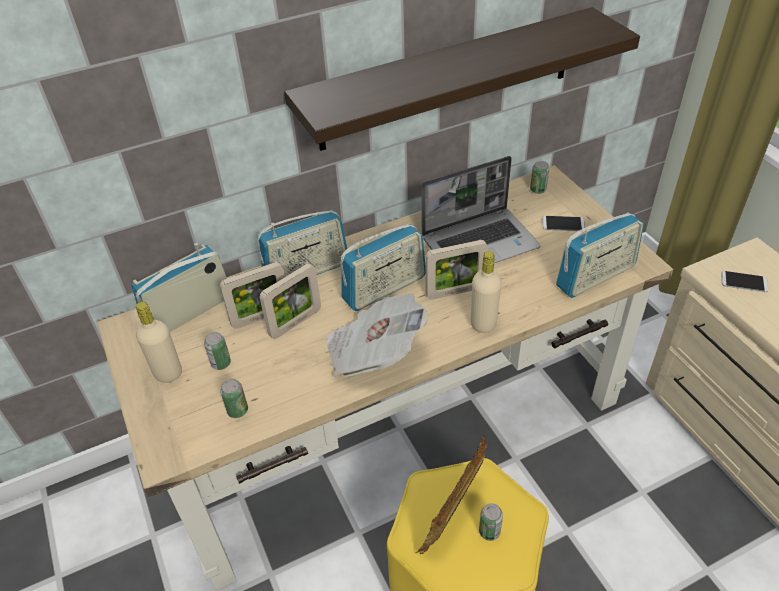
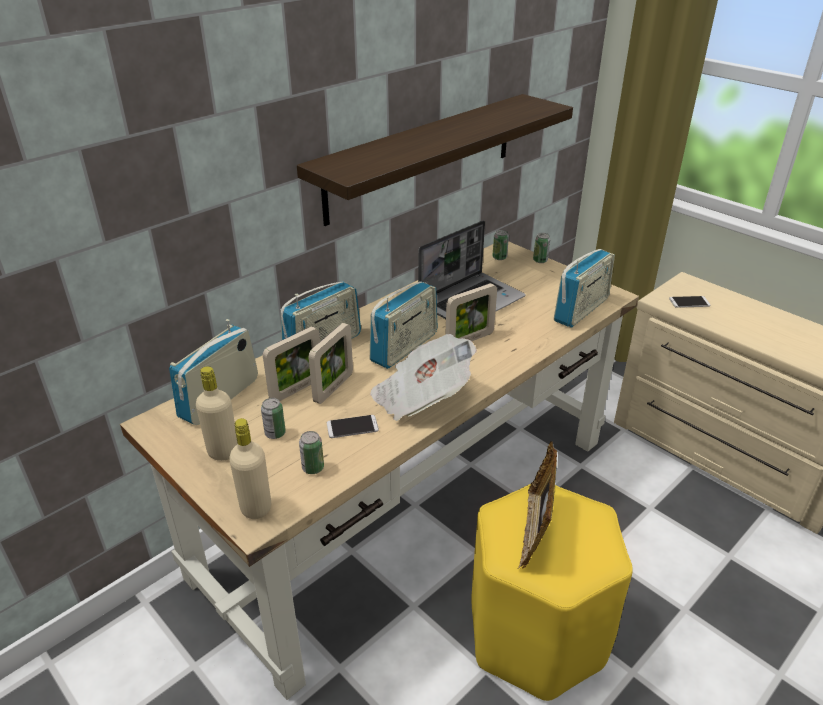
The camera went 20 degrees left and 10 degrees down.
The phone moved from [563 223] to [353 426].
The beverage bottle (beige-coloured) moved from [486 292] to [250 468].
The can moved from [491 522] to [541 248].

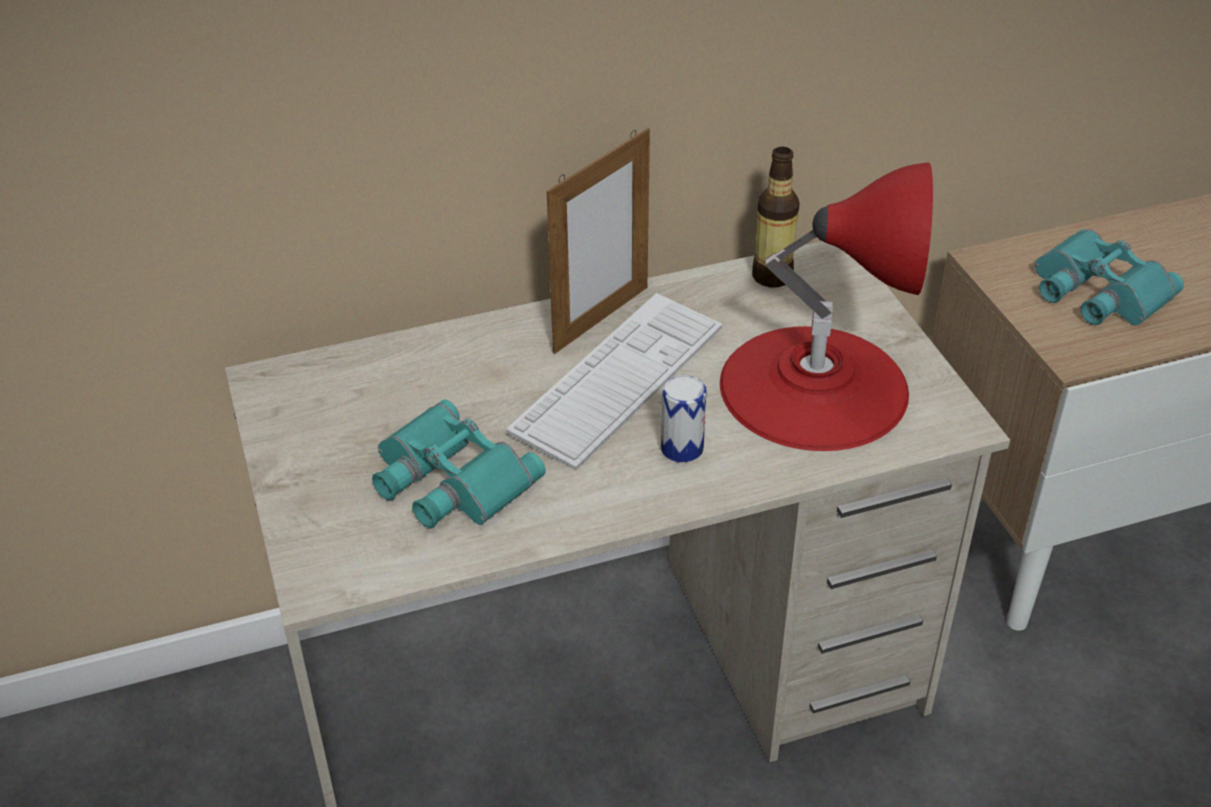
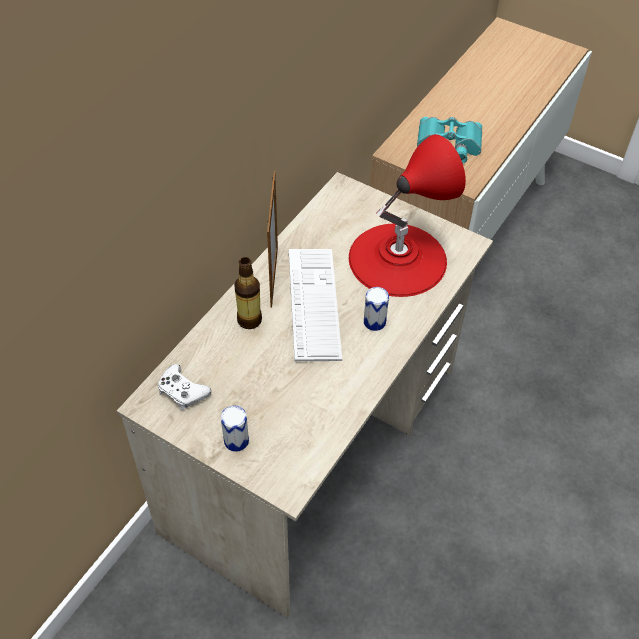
The camera went 40 degrees left and 10 degrees up.
The beverage bottle moved from [776 217] to [248 293].
The binoculars (blue-green) at [459 464] disappeared.
The joypad (white-coloured) at [184 387] appeared.
The can at [235 428] appeared.

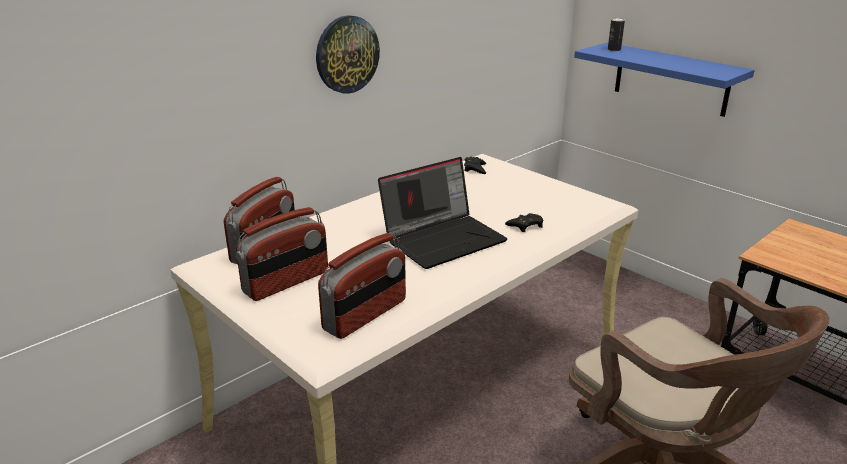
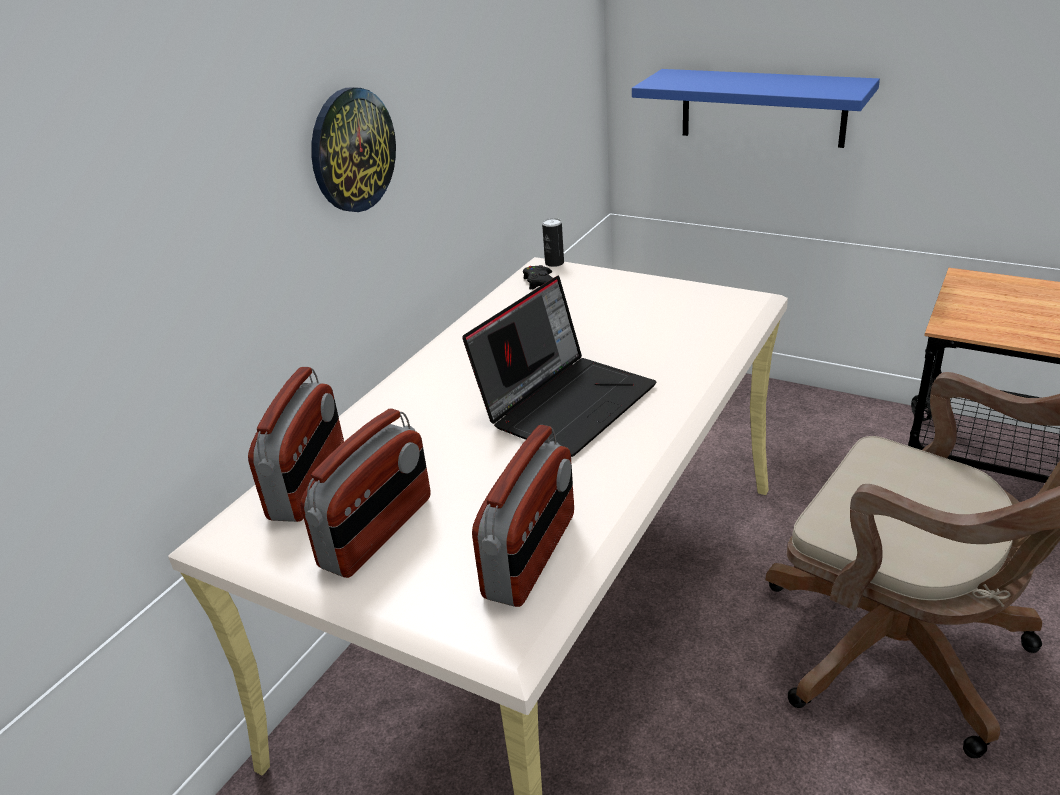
The camera went 15 degrees left and 5 degrees up.
The can moved from [616 34] to [553 242].
The joypad (blackish) at [524 222] disappeared.

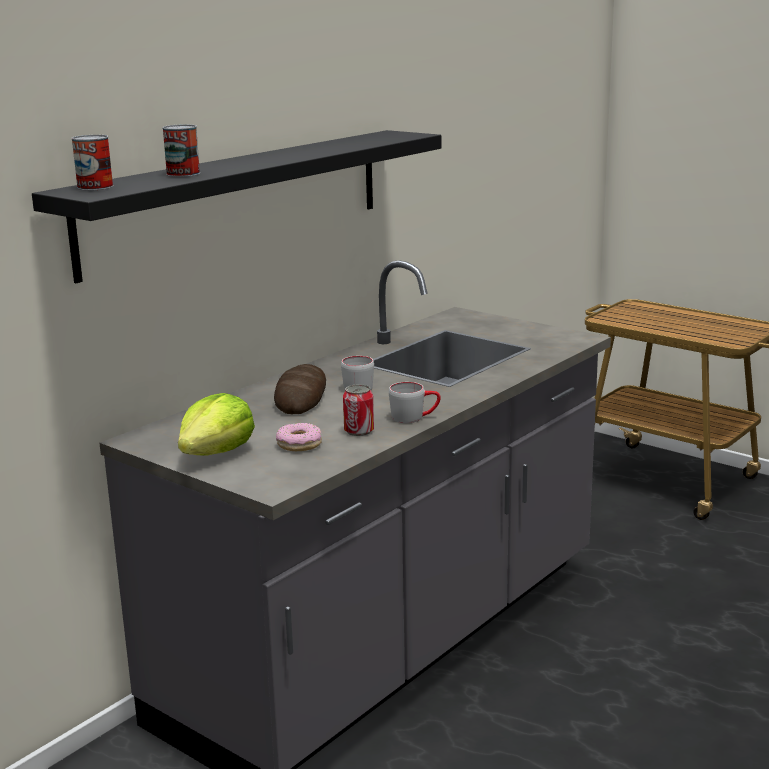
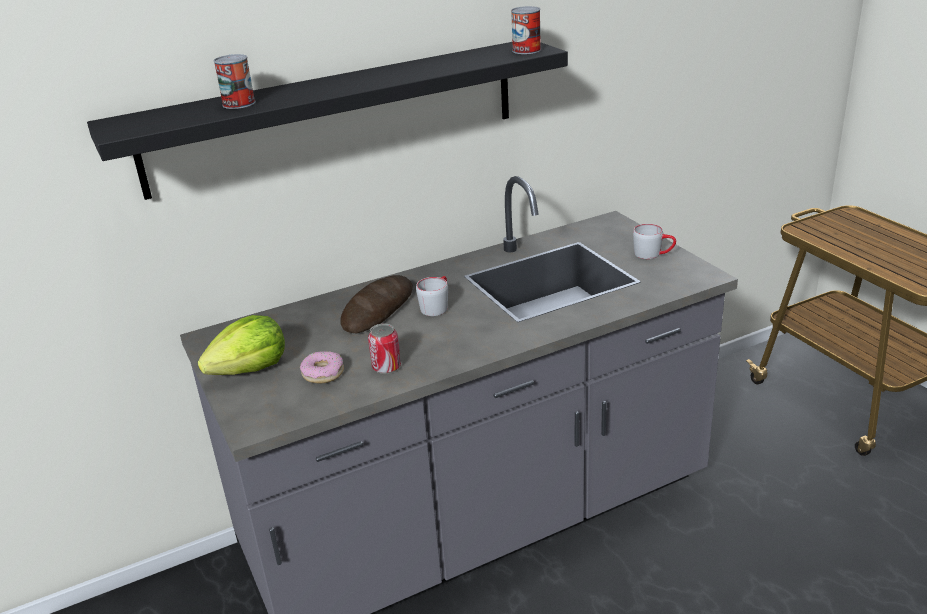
The camera went 25 degrees right and 10 degrees up.
The can moved from [92 163] to [526 30].
The mug (grey) moved from [415 402] to [654 241].

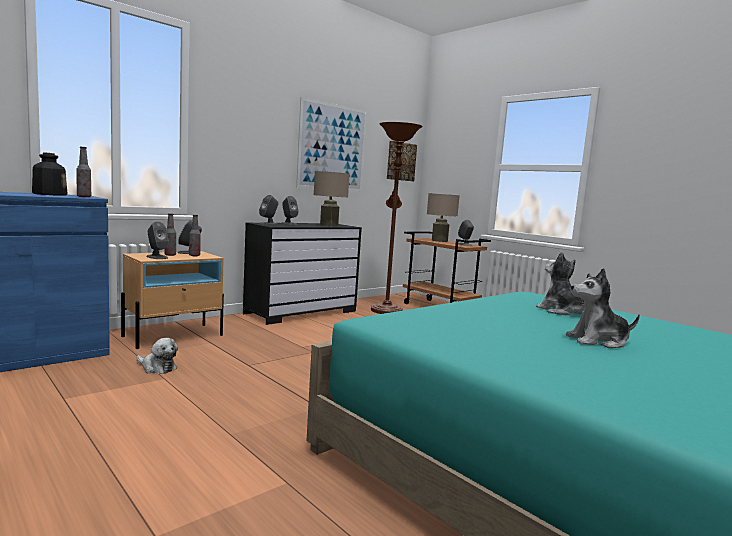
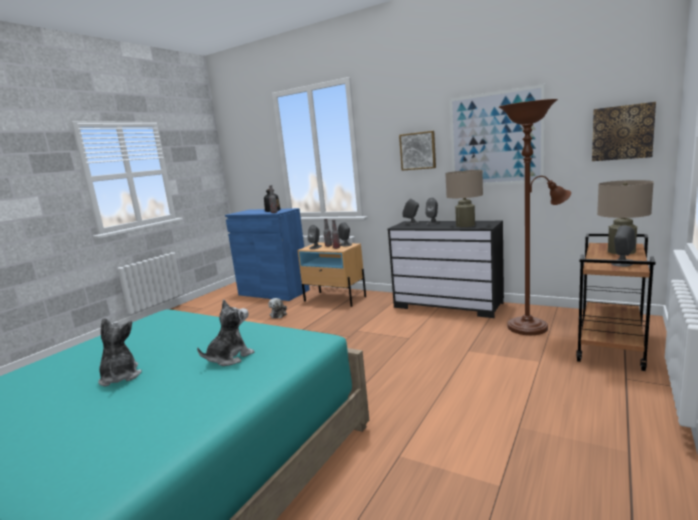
The camera went 75 degrees right and 5 degrees up.
The wall picture at [417 151] appeared.

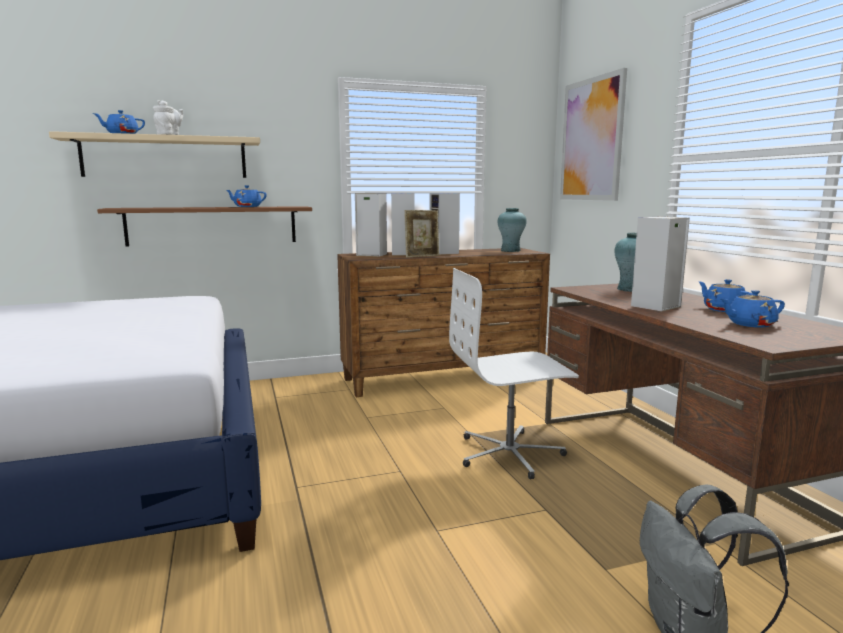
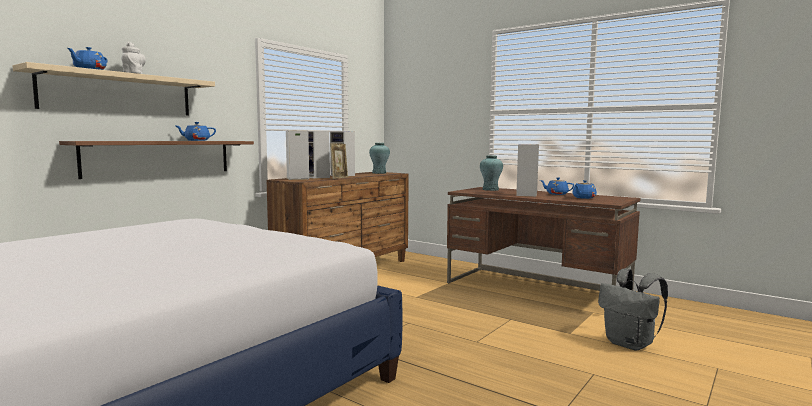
The camera went 35 degrees left and 5 degrees down.
The wall picture at [593 134] disappeared.
The office chair (white-coloured) at [514 373] disappeared.

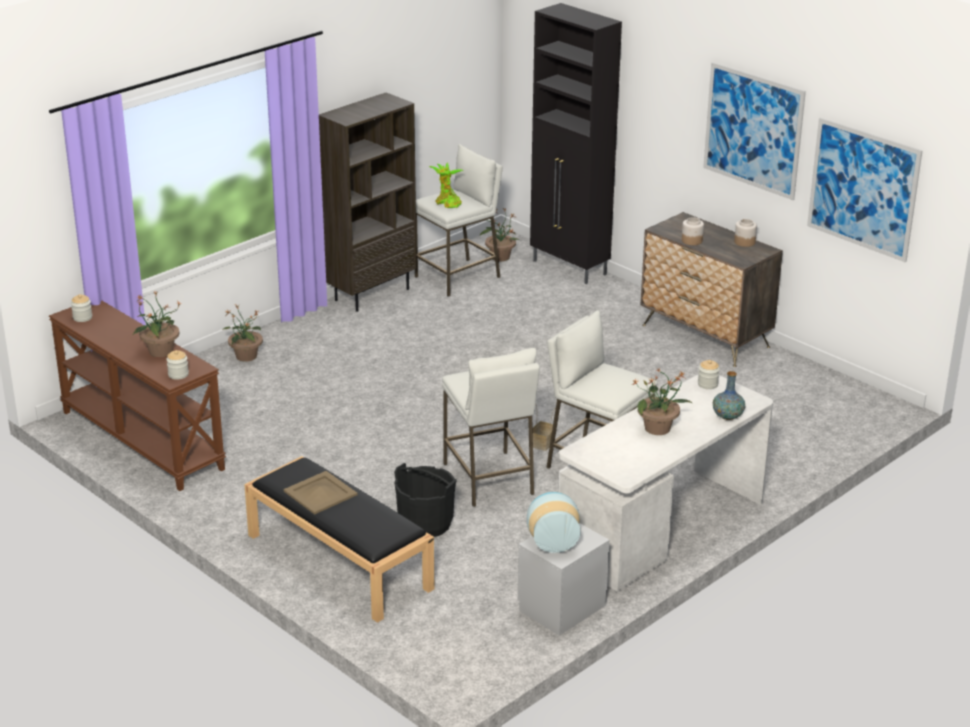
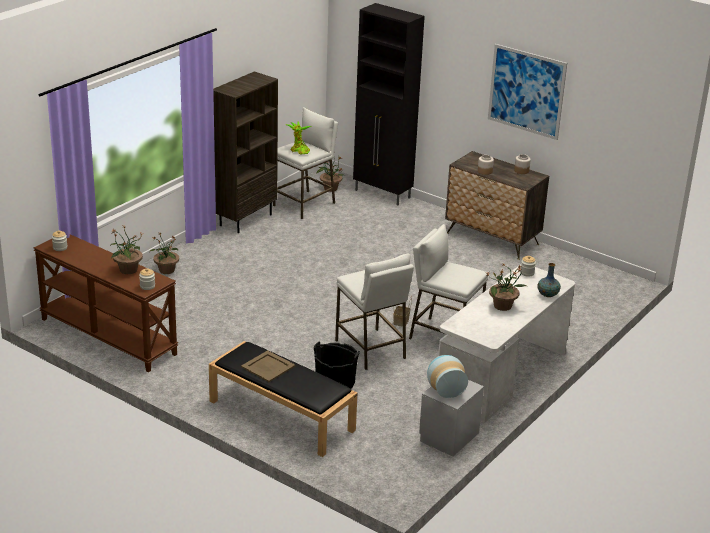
The camera went 10 degrees left and 0 degrees up.
The wall picture at [865 190] disappeared.

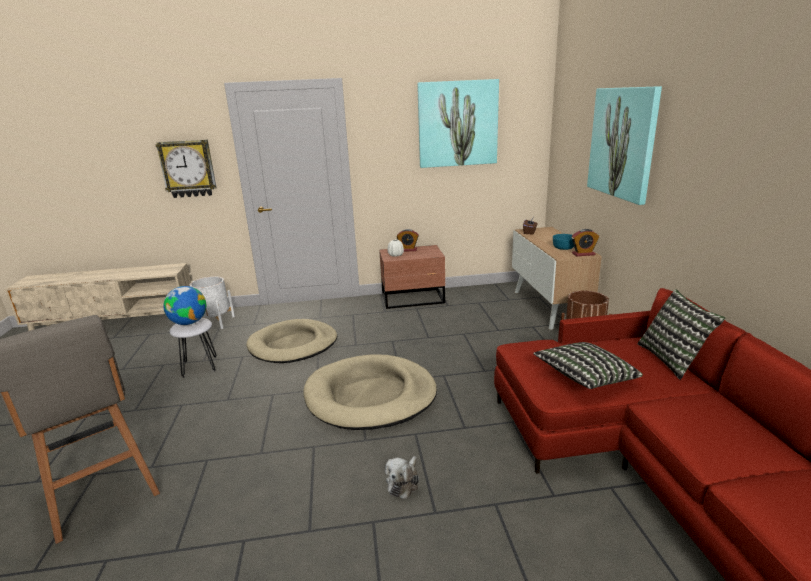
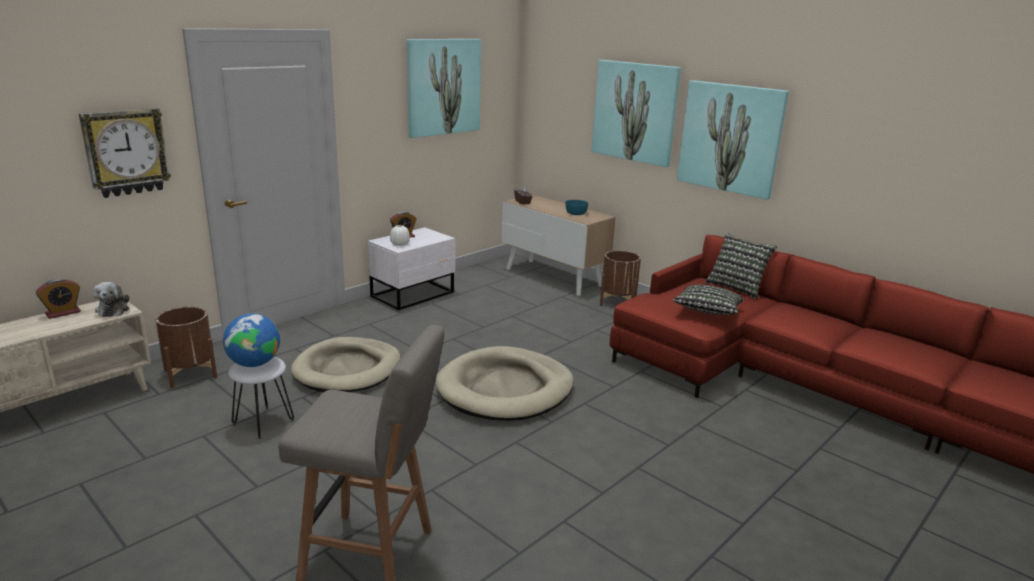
The camera went 40 degrees left and 0 degrees up.
The alarm clock moved from [585 242] to [58 298].
The nightstand (brown) at [412 277] became the nightstand (white-coloured) at [411 268].
The planter (white-coloured) at [212 302] became the planter (brown) at [186 347].
The cuddly toy moved from [402 477] to [111 299].
The wall picture at [733 140] appeared.

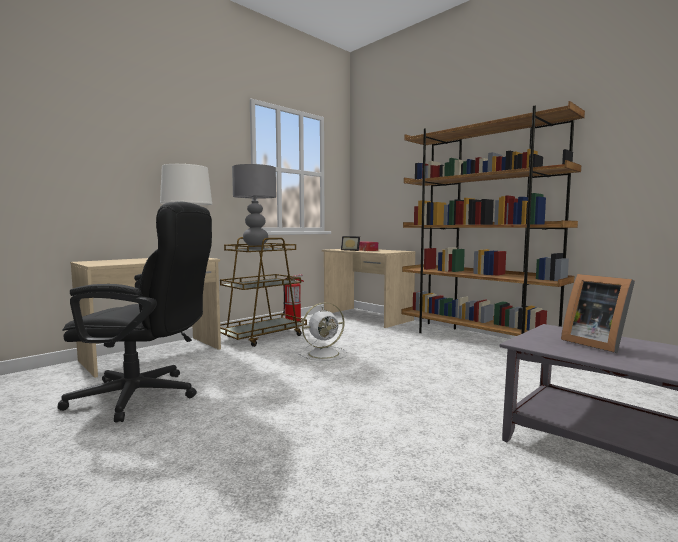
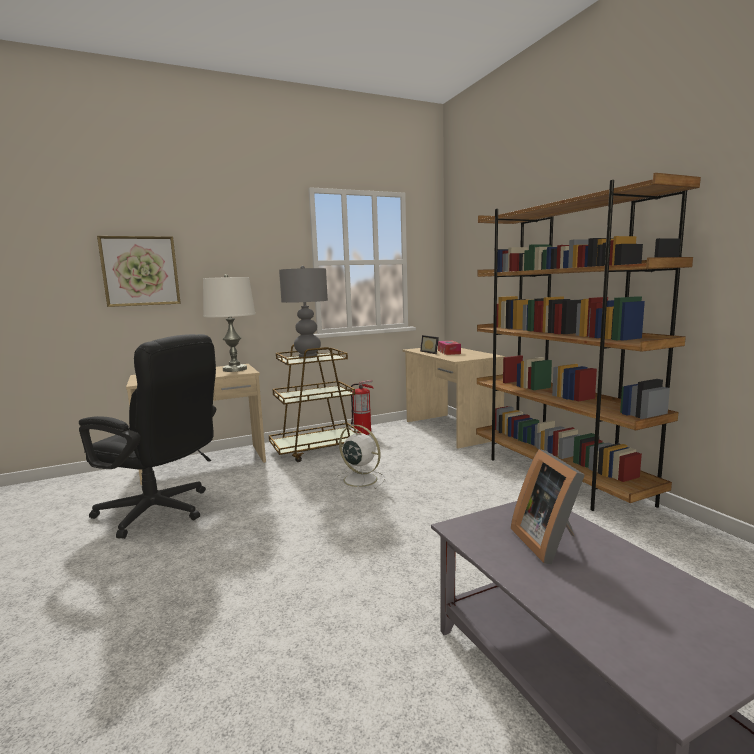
The camera went 20 degrees right and 5 degrees up.
The fan (white-coloured) at [322 331] turned 135 degrees counterclockwise.
The wall picture at [139 271] appeared.

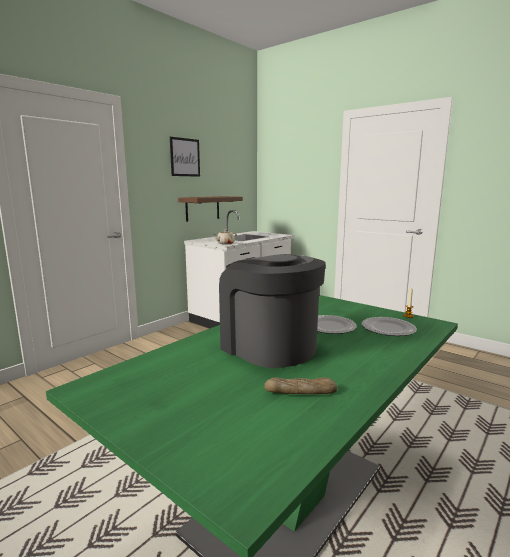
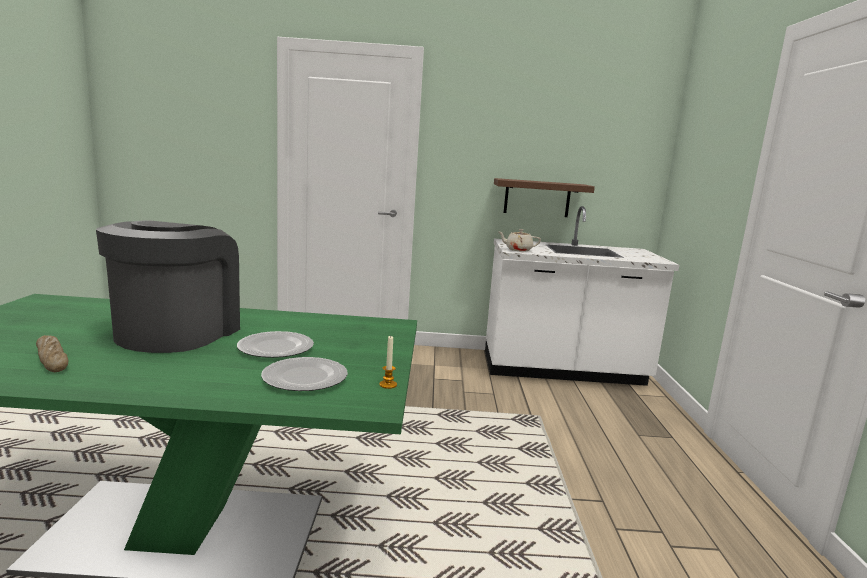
The camera went 50 degrees right and 0 degrees up.
The wall picture at [185 157] disappeared.

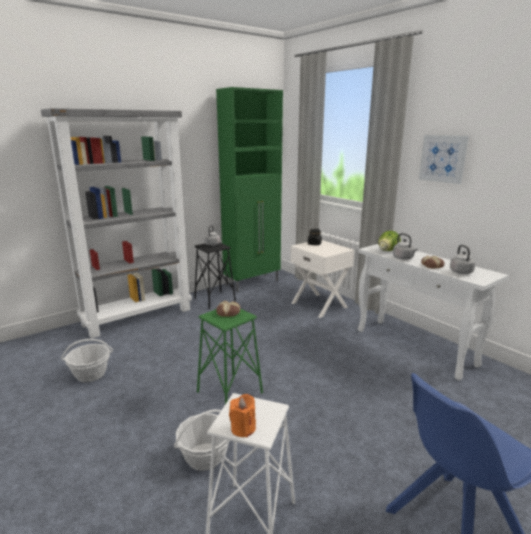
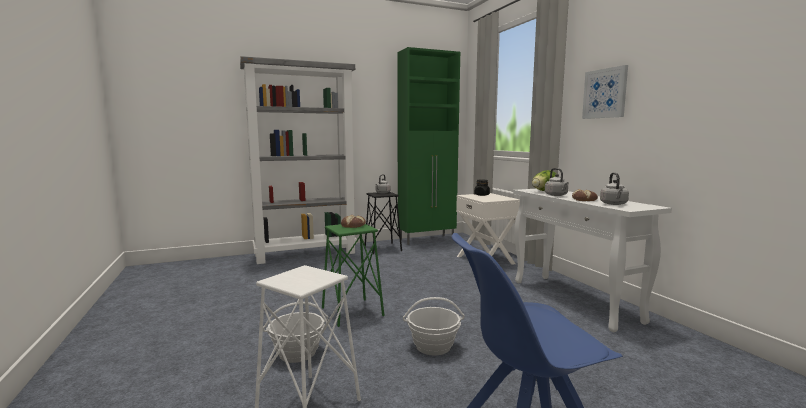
The camera went 15 degrees right and 10 degrees down.
The storage basket moved from [87 361] to [434 326].
The candle (orange-coloured) at [242 416] disappeared.

